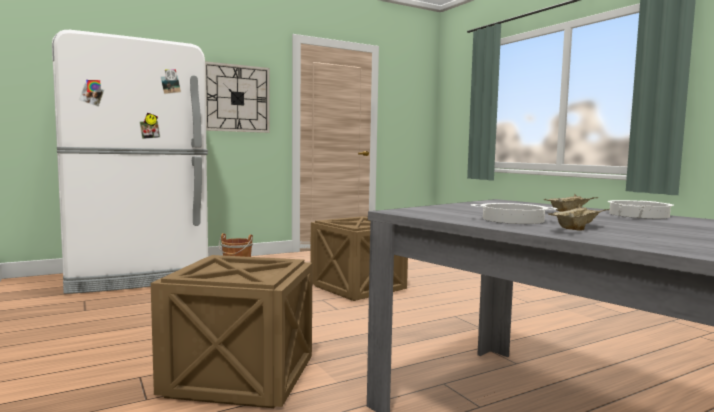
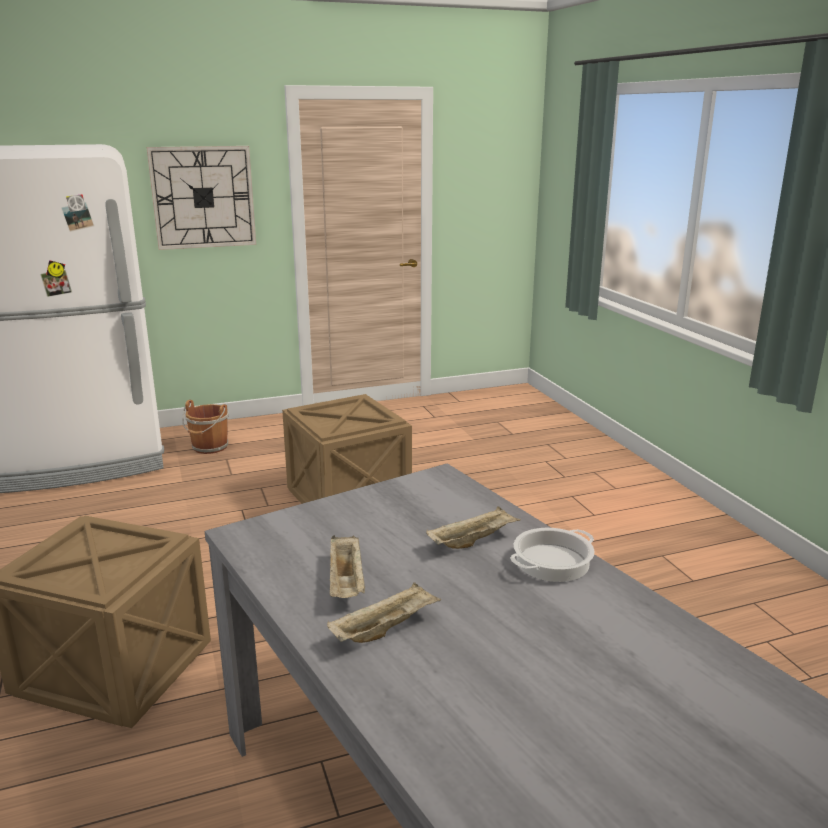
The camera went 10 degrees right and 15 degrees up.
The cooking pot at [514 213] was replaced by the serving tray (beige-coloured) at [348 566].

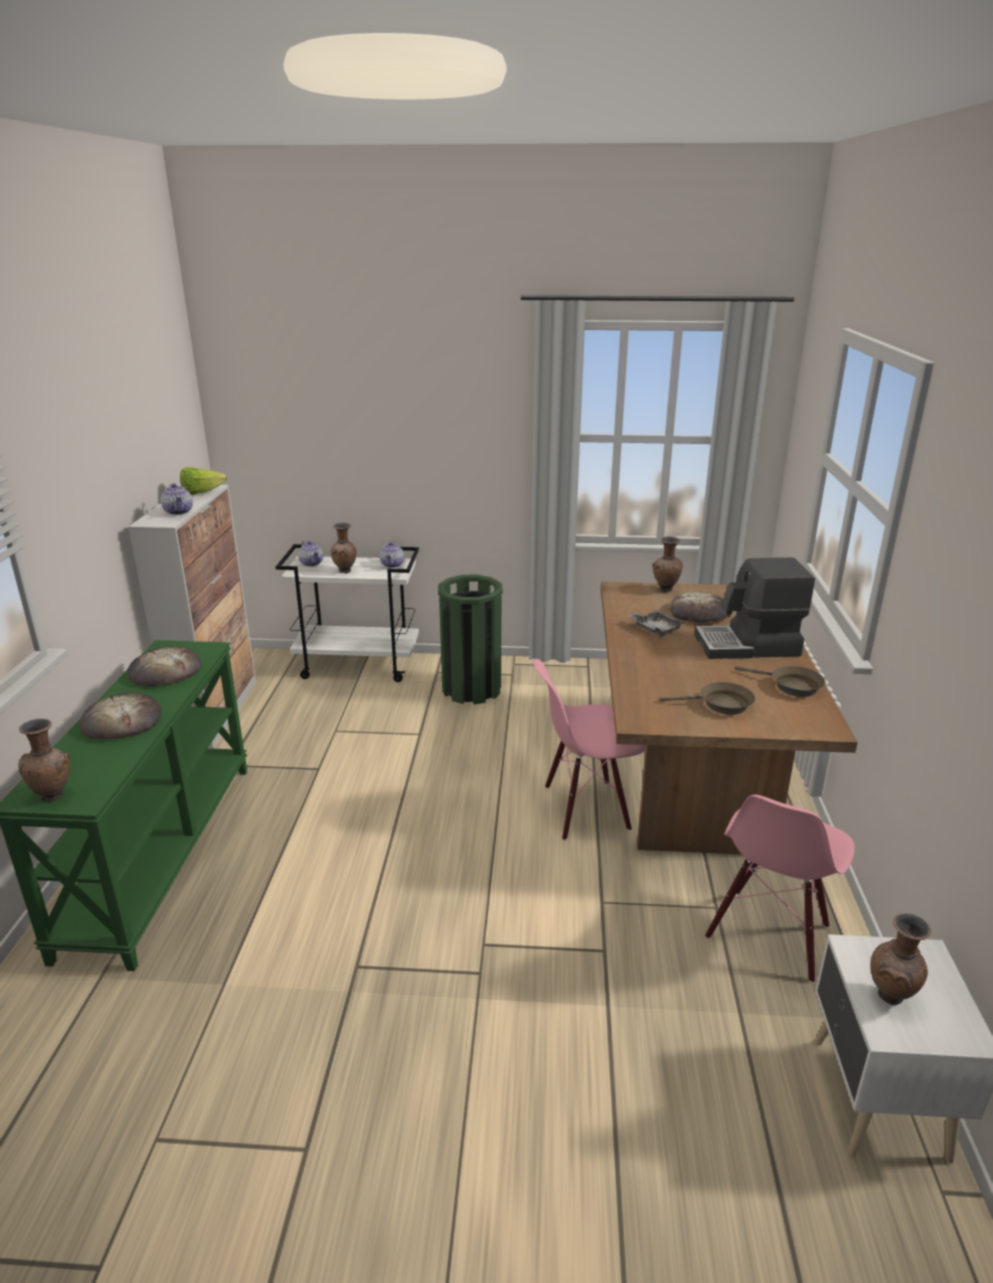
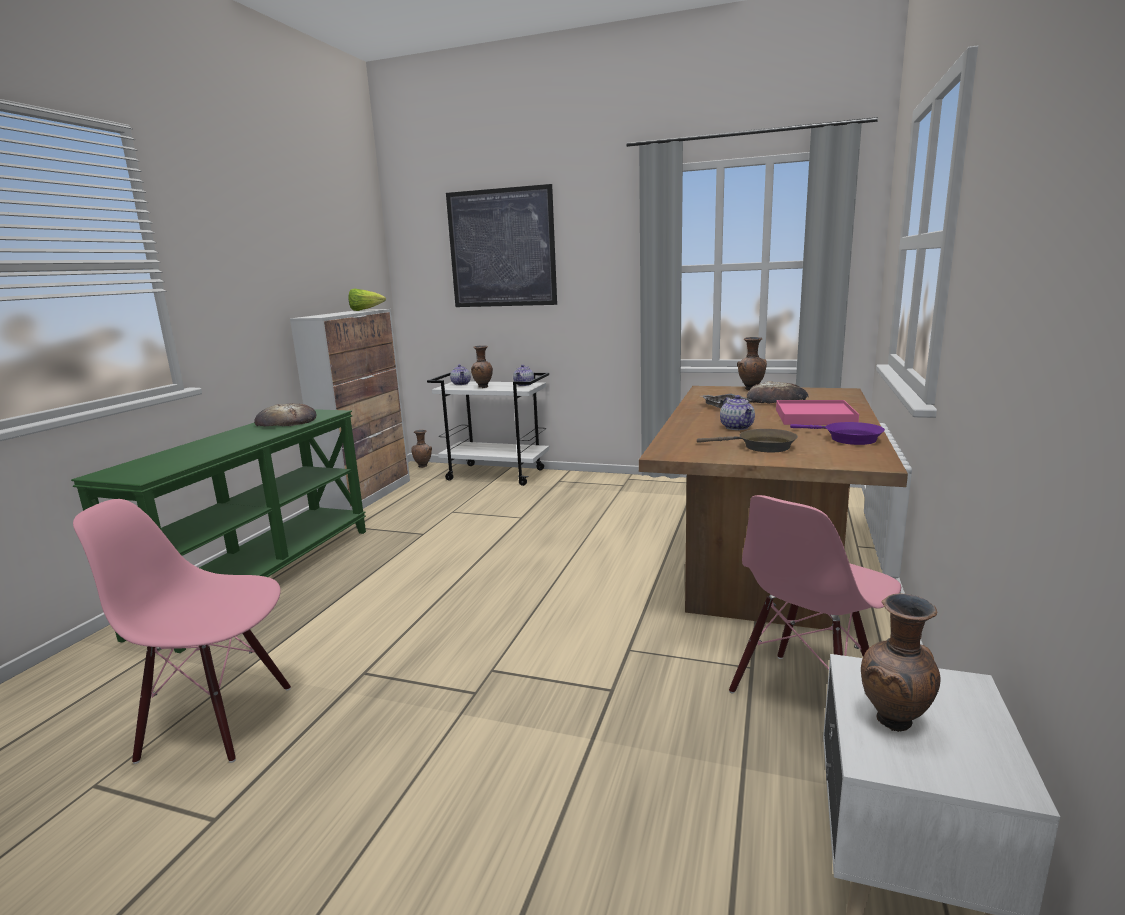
The camera went 15 degrees right and 10 degrees down.
The teapot moved from [177 499] to [737 412].
The coffee maker at [754 608] was replaced by the serving tray (pink) at [817 412].
The trash can (green) at [470 639] disappeared.
The upright chair (pink) moved from [590 750] to [182 631].
The pan (brown) at [780 681] became the pan (purplish) at [837 433].
The bakery bread at [121 716] disappeared.
The decorative vase (brown) moved from [44 760] to [421 449].
The wall picture at [501 245] appeared.

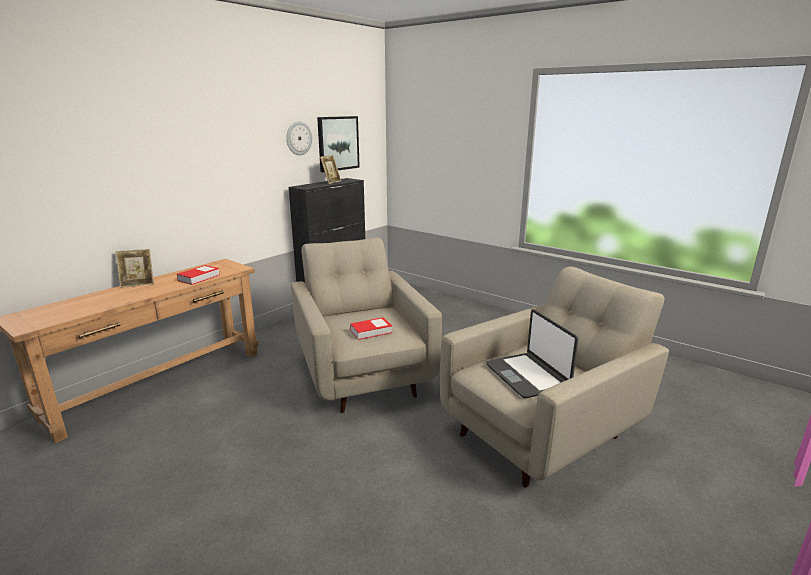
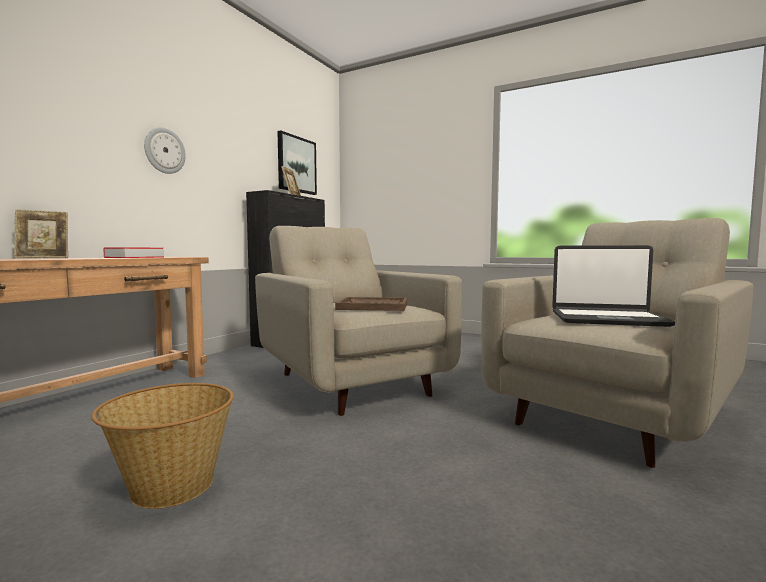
The camera went 10 degrees left and 15 degrees down.
The clock on the wall moved from [299 138] to [165 150].
The portable computer at [532 353] turned 45 degrees counterclockwise.
The volume at [371 328] was replaced by the serving tray (brown) at [371 304].
The storage basket at [162 446] appeared.

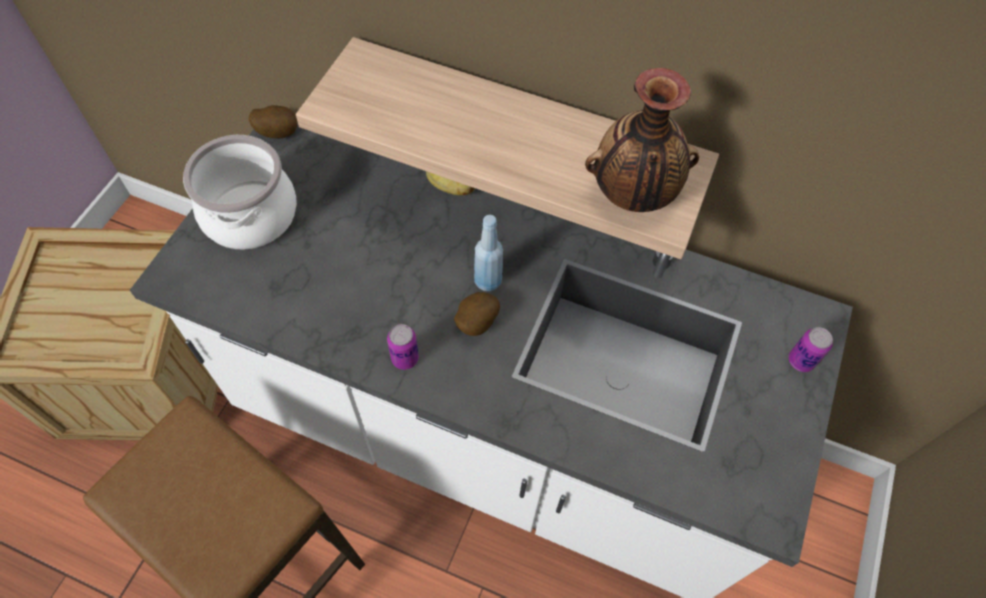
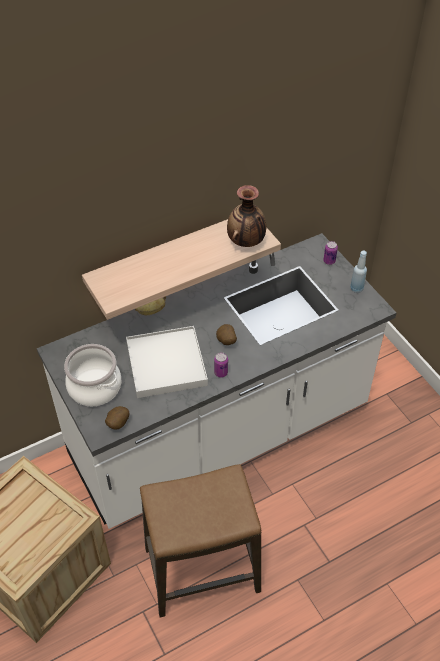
The camera went 50 degrees left and 10 degrees down.
The whole potato moved from [273 122] to [117 417].
The beverage bottle (bluish) moved from [488 253] to [358 272].
The serving tray (white-coloured) at [167 362] appeared.

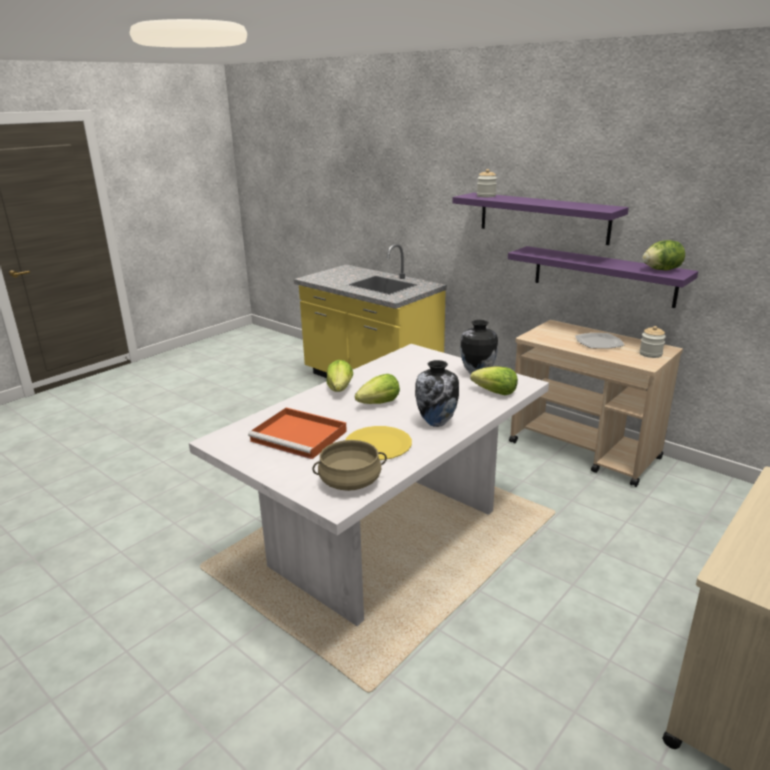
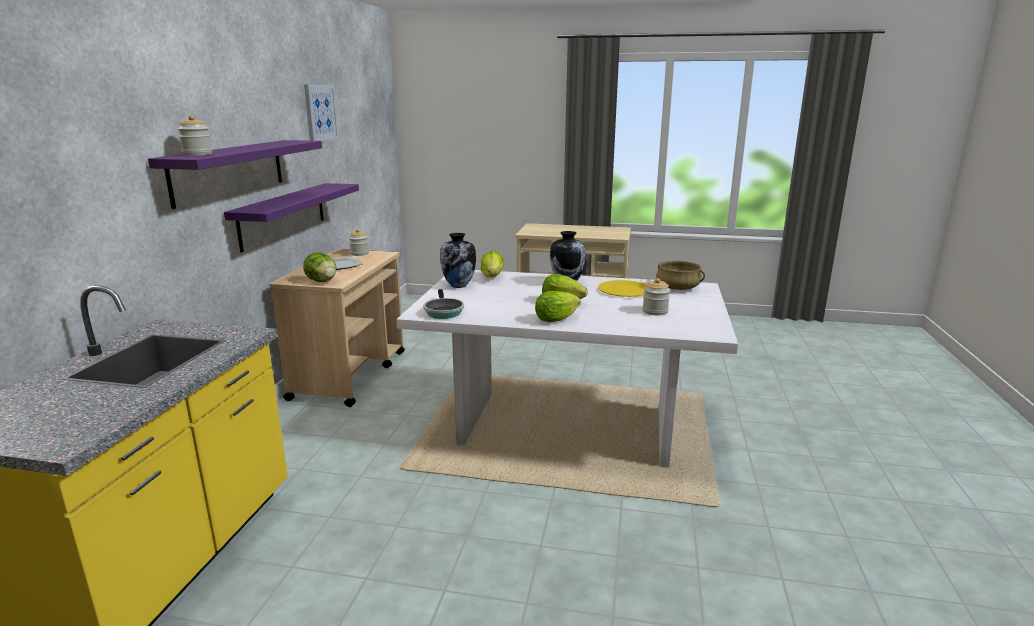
The camera went 120 degrees left and 5 degrees down.
The lettuce moved from [663 255] to [319 267].
The serving tray (orange-coloured) at [297 433] was replaced by the preserve jar at [656 296].
The wall picture at [321 113] appeared.
The pan at [443 304] appeared.

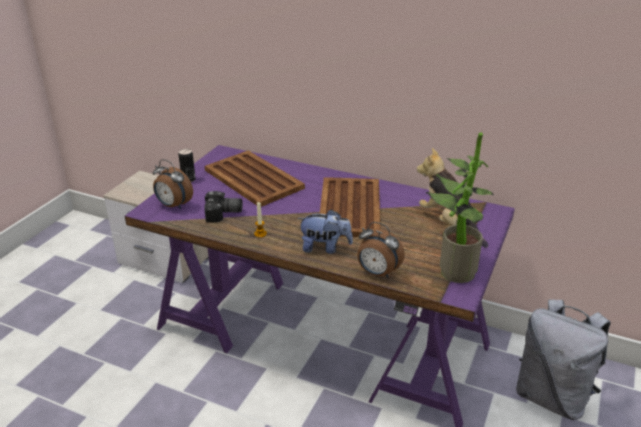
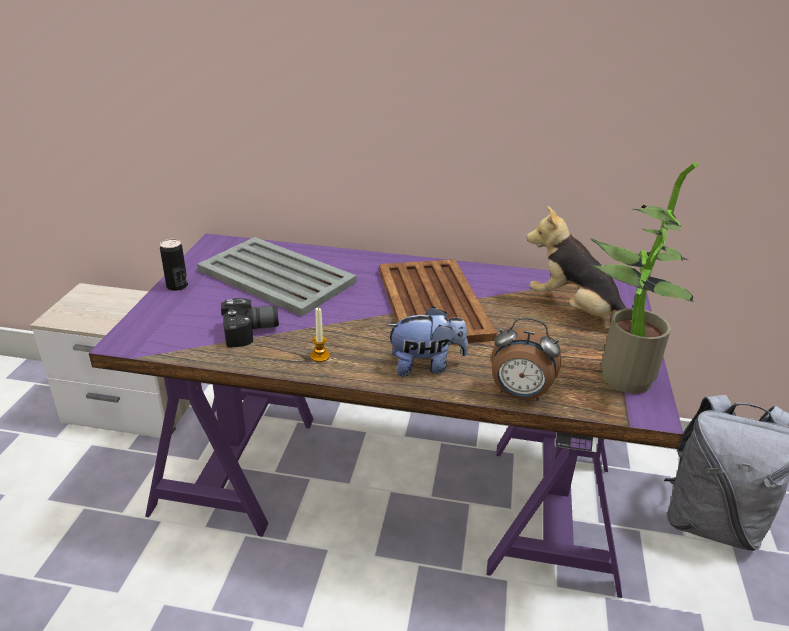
The camera went 15 degrees left and 0 degrees up.
The serving tray (brown) at [255 179] became the serving tray (grey) at [277 276].
The alarm clock at [173 184] disappeared.

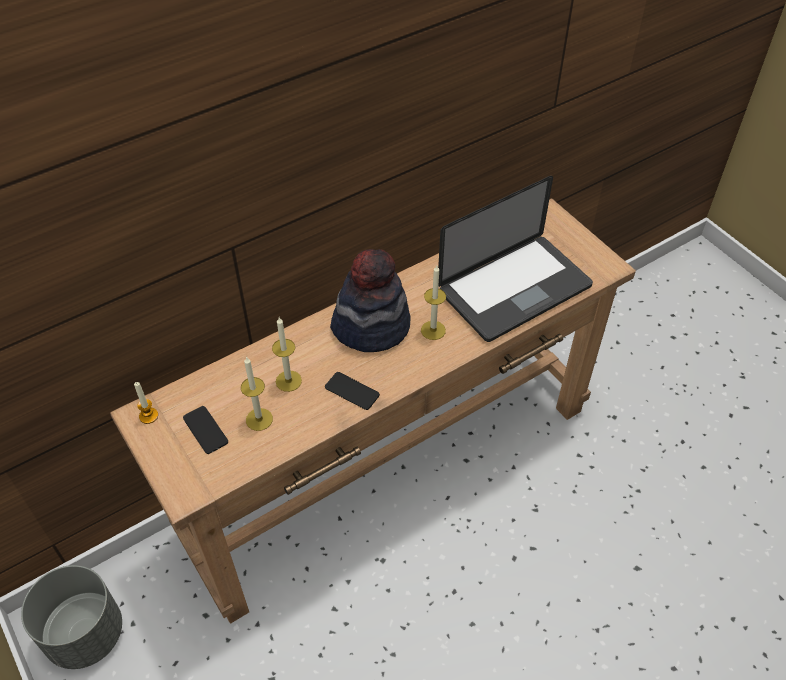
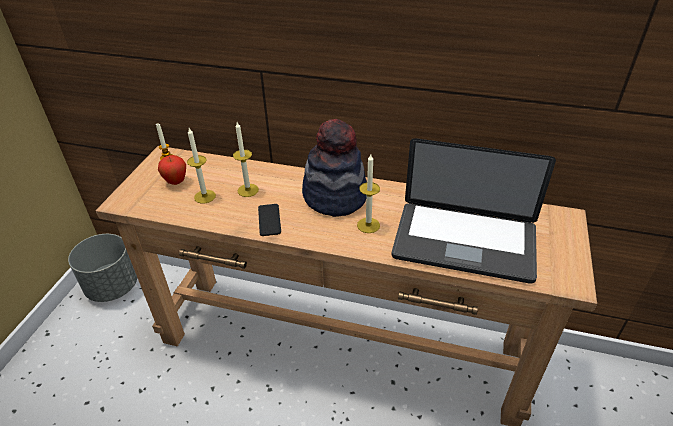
The camera went 50 degrees right and 10 degrees down.
The phone at [205 430] was replaced by the whole apple at [172 170].

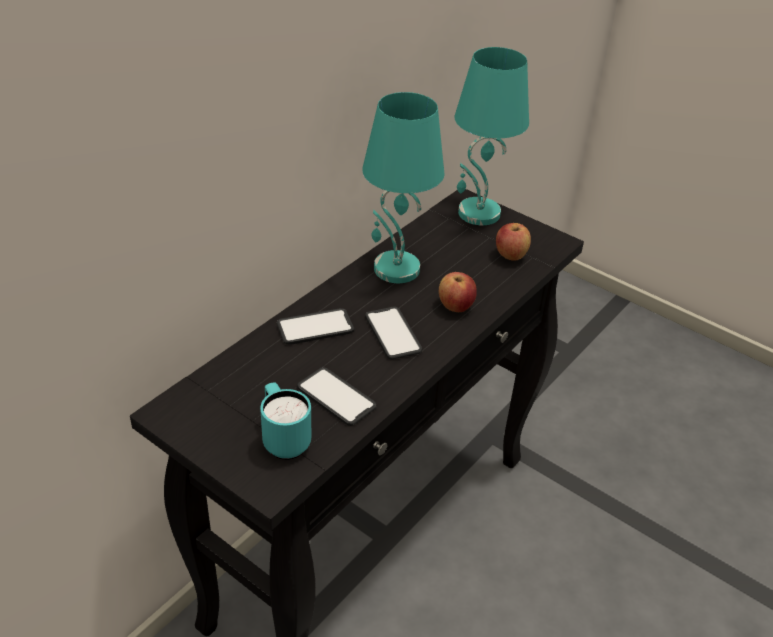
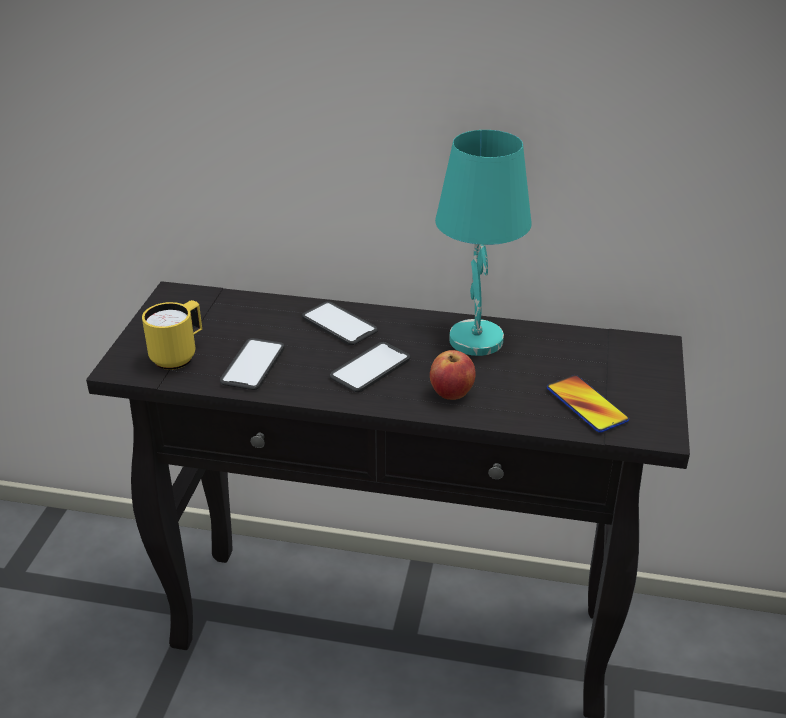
The camera went 65 degrees right and 5 degrees down.
The tabletop lamp (blue-green) at [491 136] disappeared.
The whole apple at [513 242] was replaced by the phone at [588 404].
The mug (blue-green) at [285 421] became the mug (yellow-coloured) at [172 335].

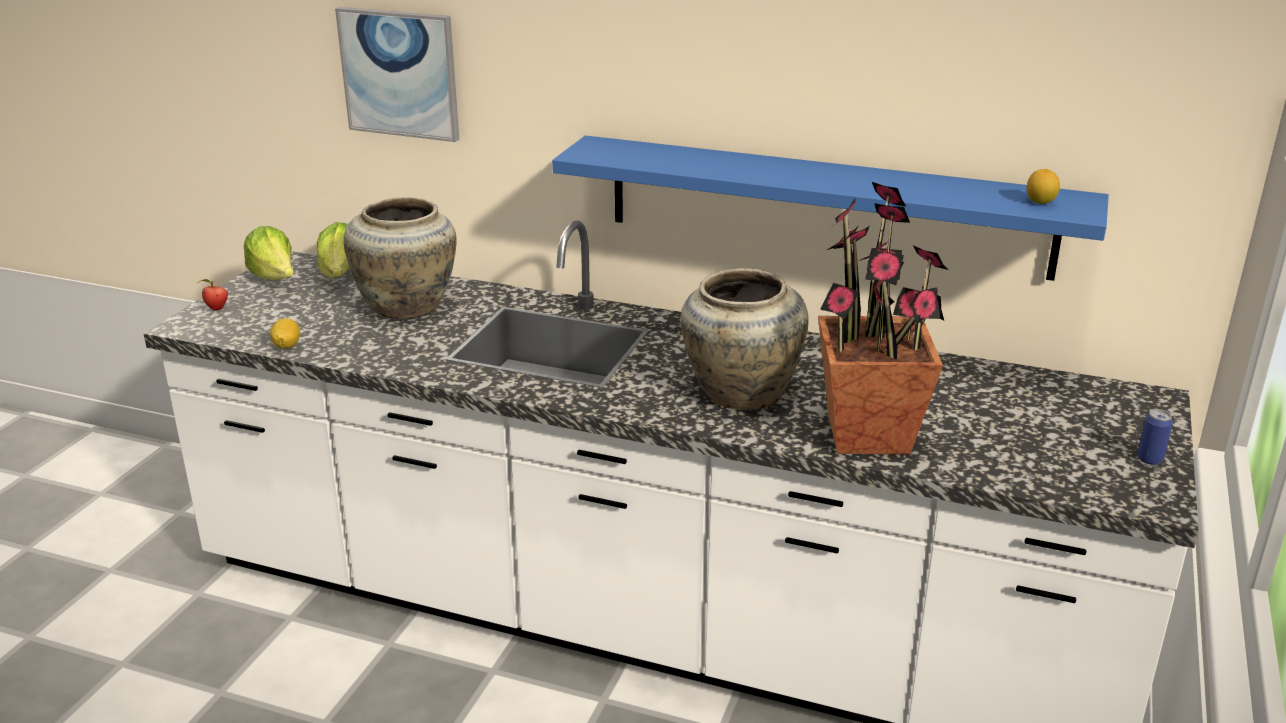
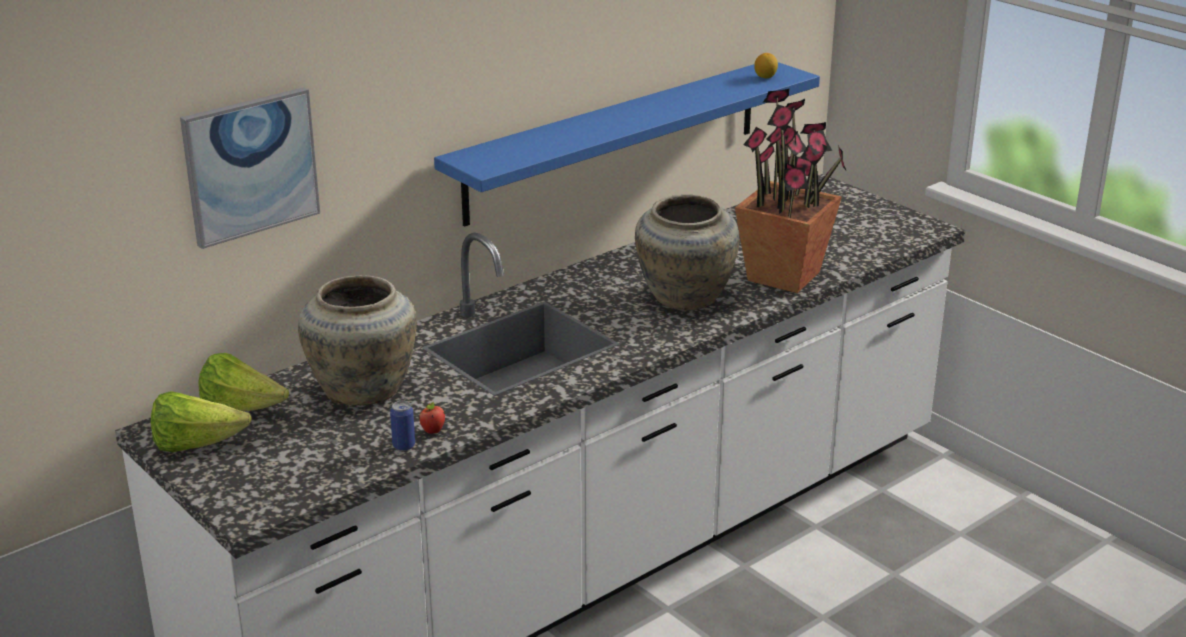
The camera went 60 degrees left and 0 degrees up.
The whole apple moved from [213 295] to [432 418].
The lemon at [285 333] disappeared.
The can moved from [1155 437] to [402 426].

